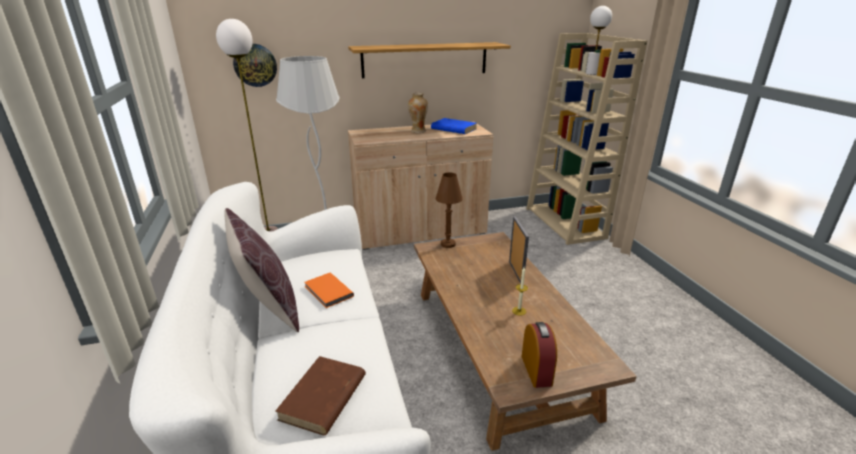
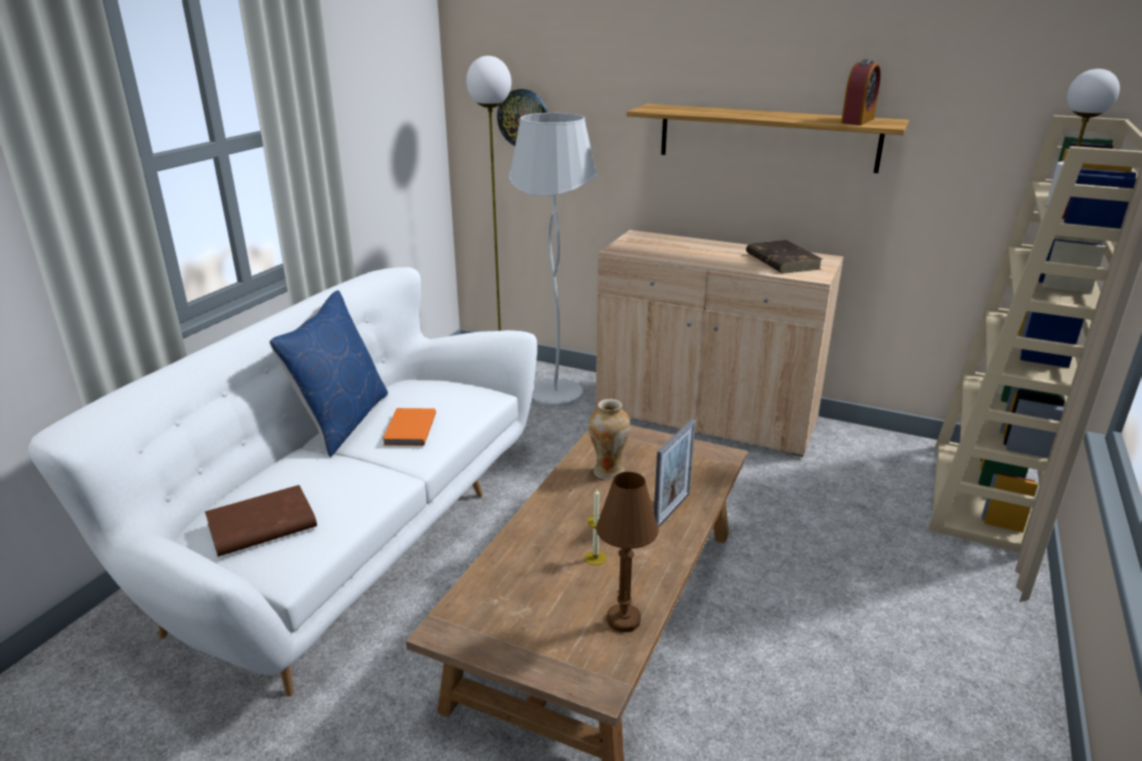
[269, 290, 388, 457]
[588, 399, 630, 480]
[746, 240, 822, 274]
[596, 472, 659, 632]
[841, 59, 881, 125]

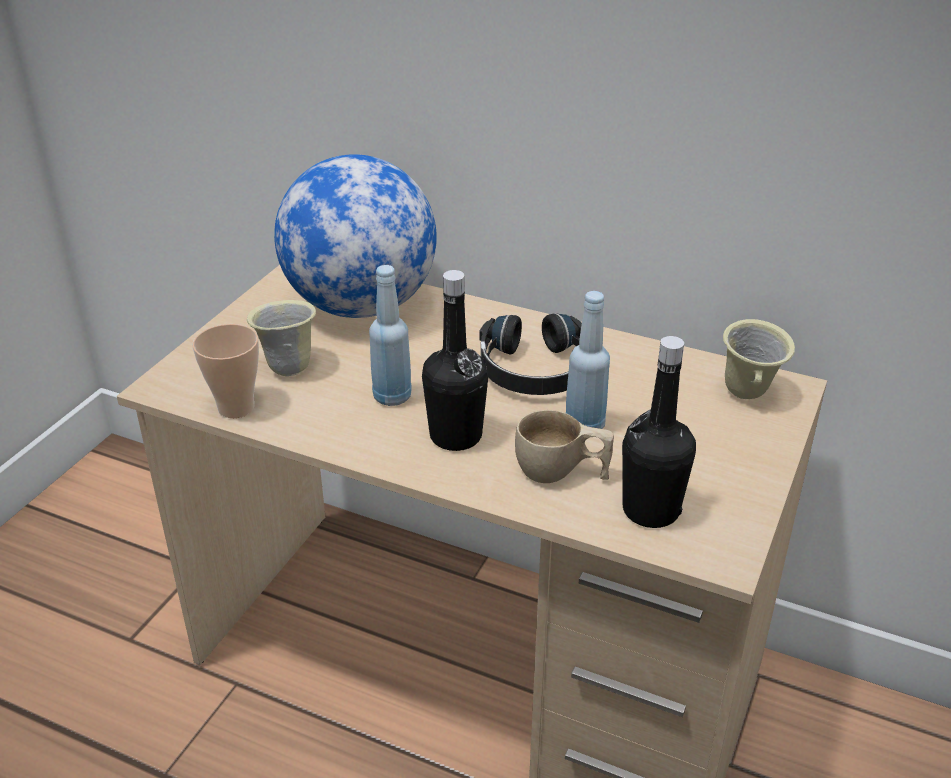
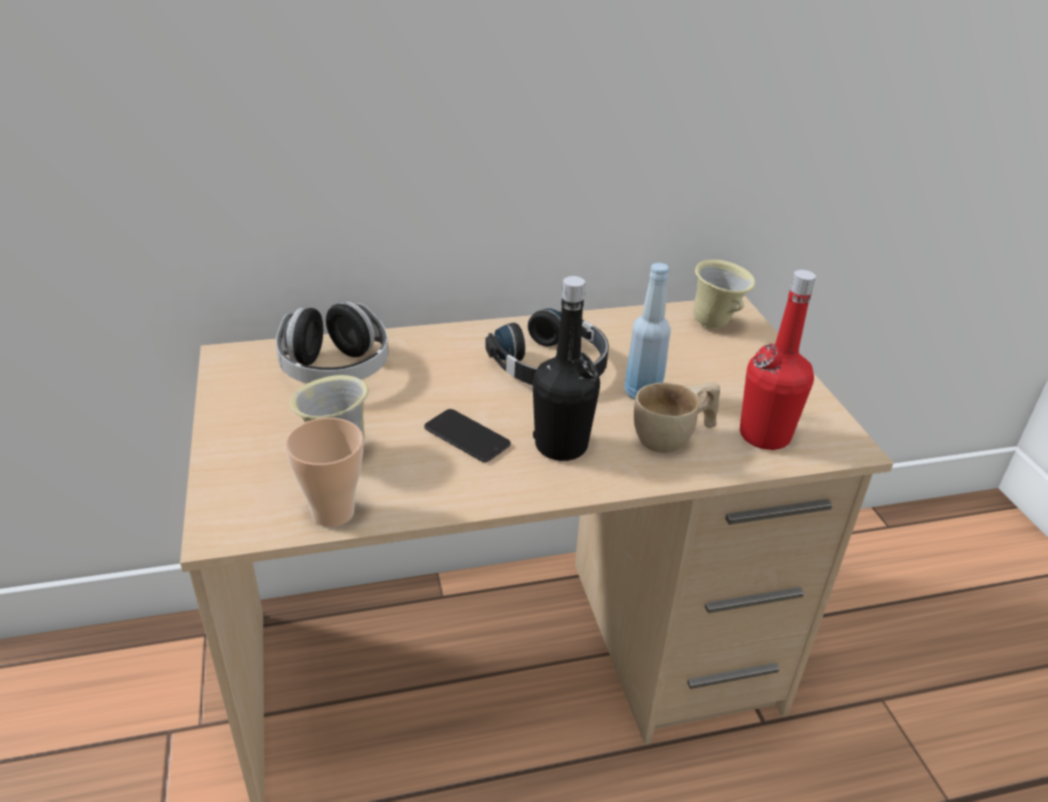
[276, 301, 389, 383]
[424, 409, 511, 462]
[740, 270, 816, 450]

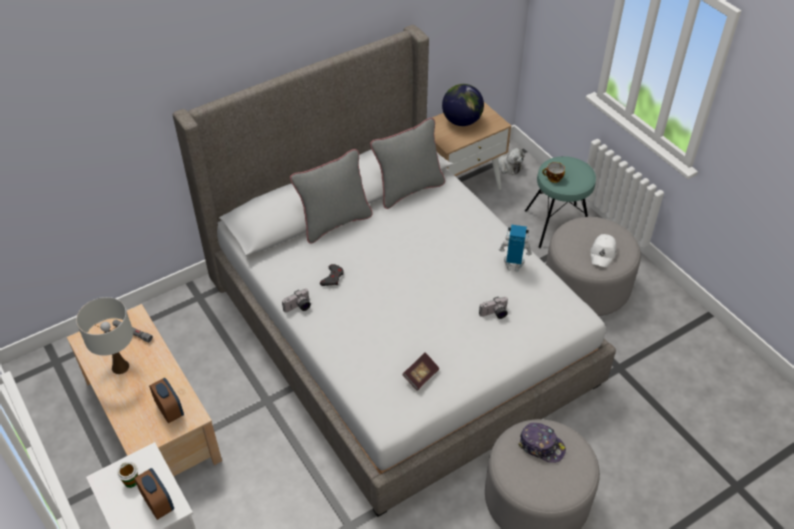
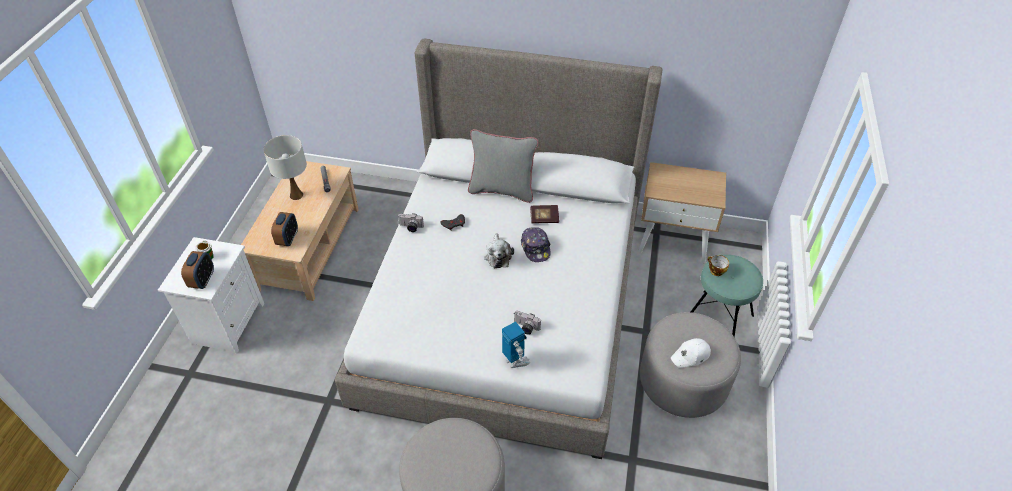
[370, 118, 445, 209] (first image)
[530, 205, 559, 224]
[442, 84, 484, 126] (first image)
[484, 233, 514, 268]
[502, 321, 530, 368]
[521, 227, 551, 262]

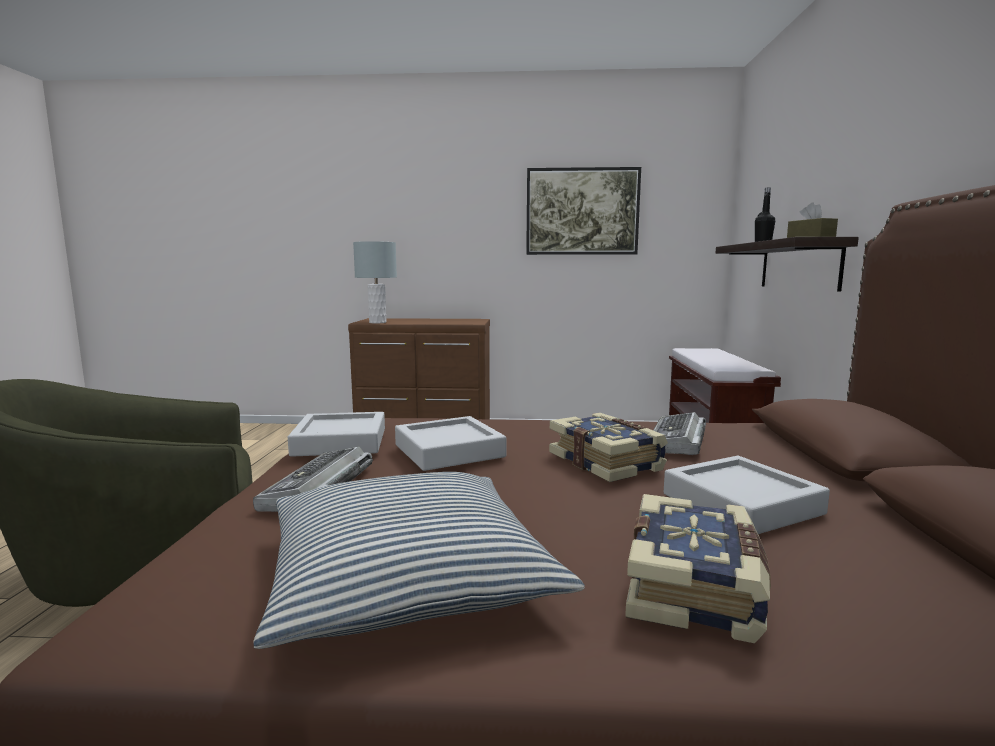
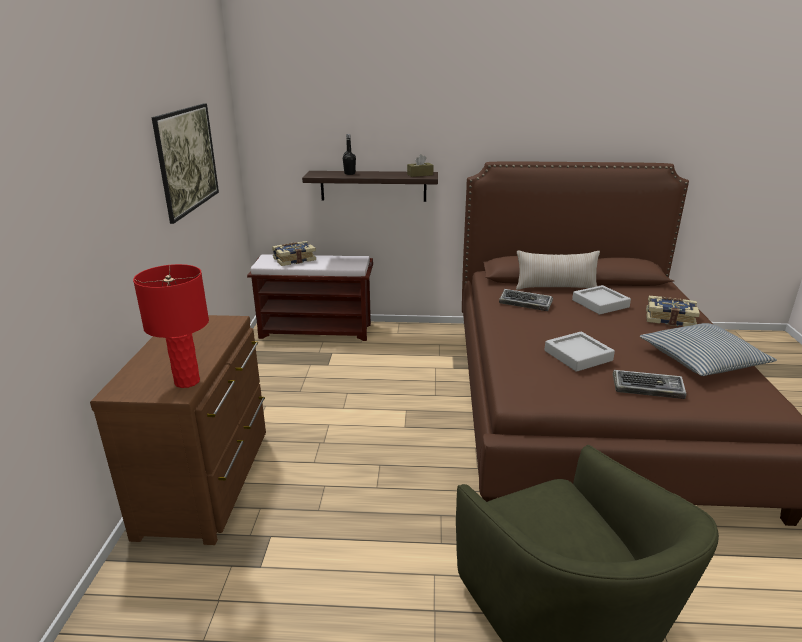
[288, 412, 385, 457] (first image)
[133, 264, 209, 388]
[272, 241, 316, 266]
[516, 250, 600, 290]

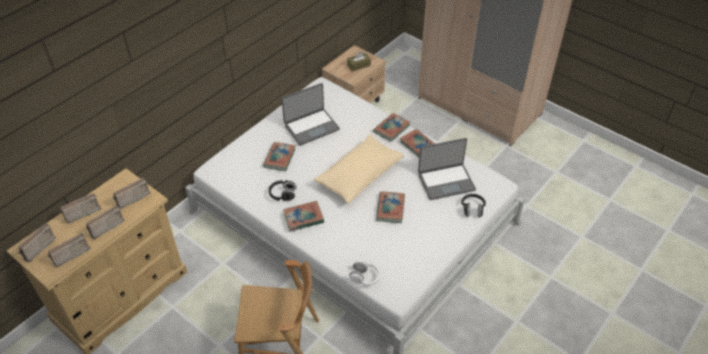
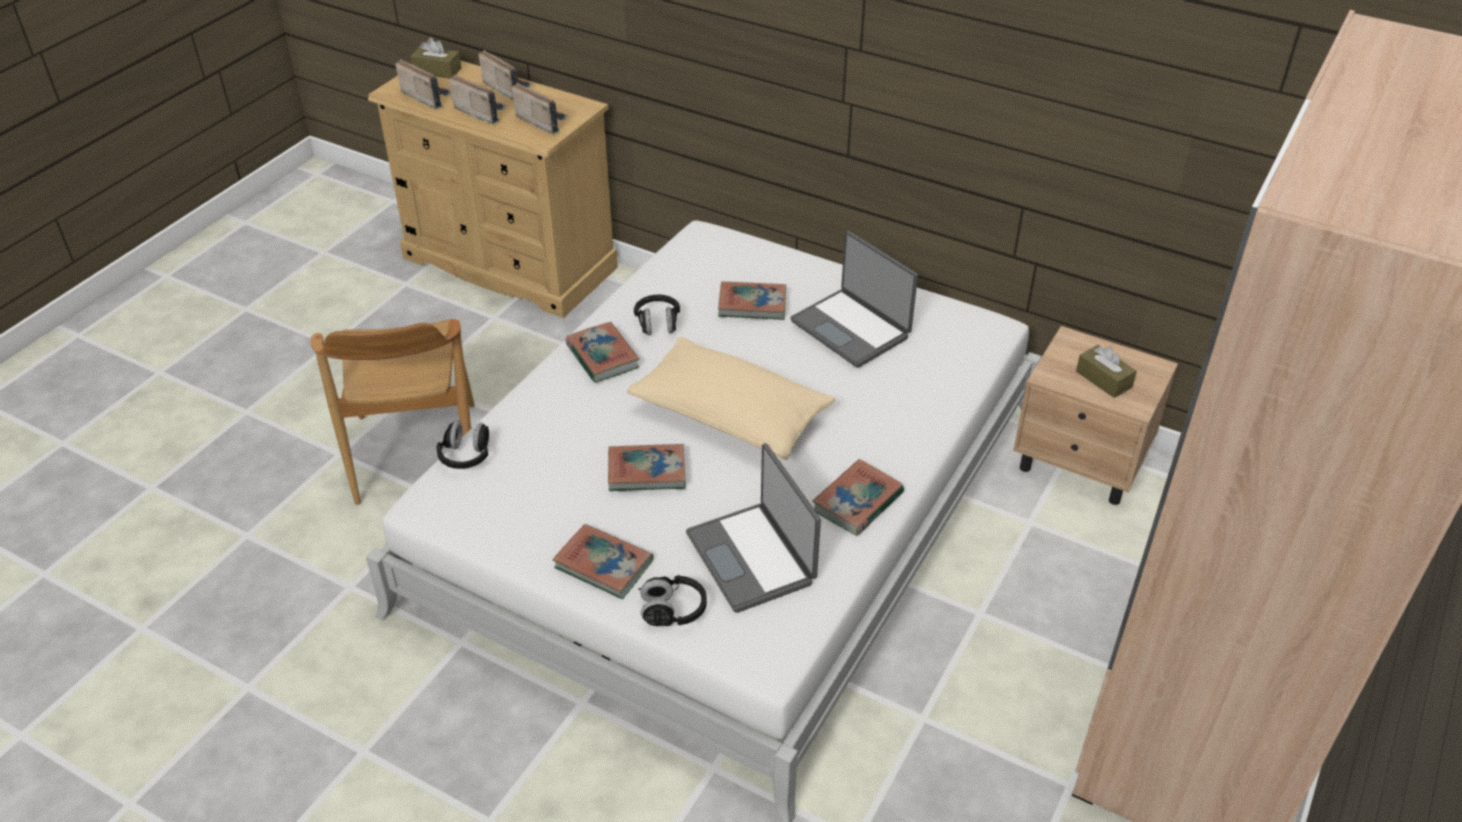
[410, 38, 461, 79]
[436, 420, 489, 469]
[552, 524, 654, 599]

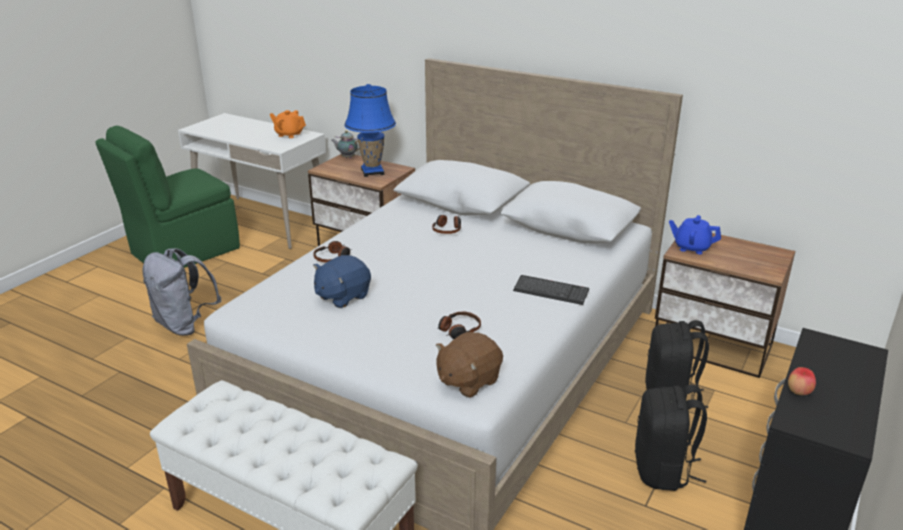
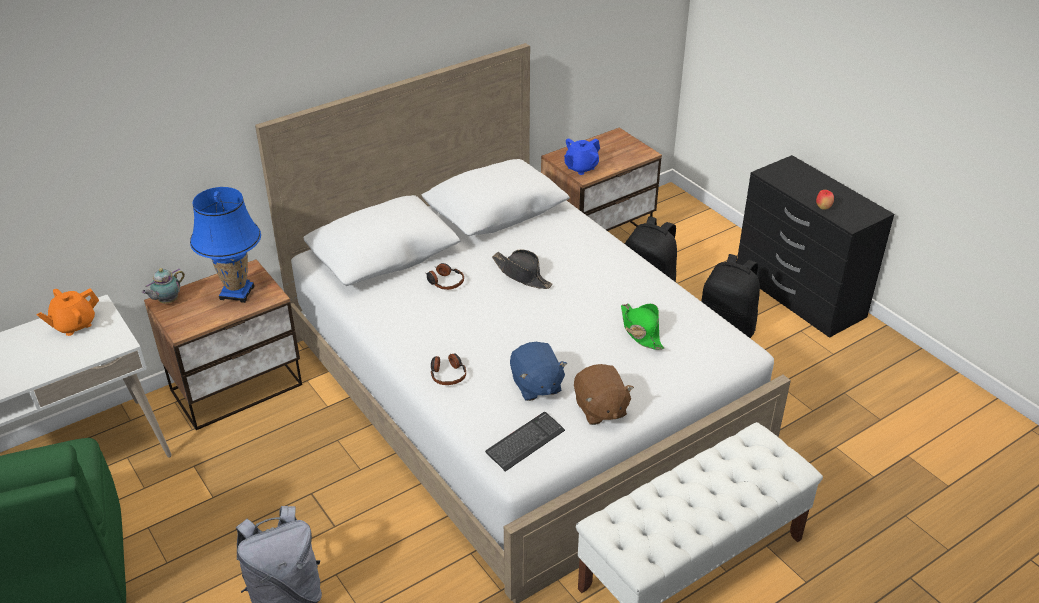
[574, 364, 634, 425]
[621, 304, 665, 350]
[485, 412, 565, 471]
[492, 249, 552, 289]

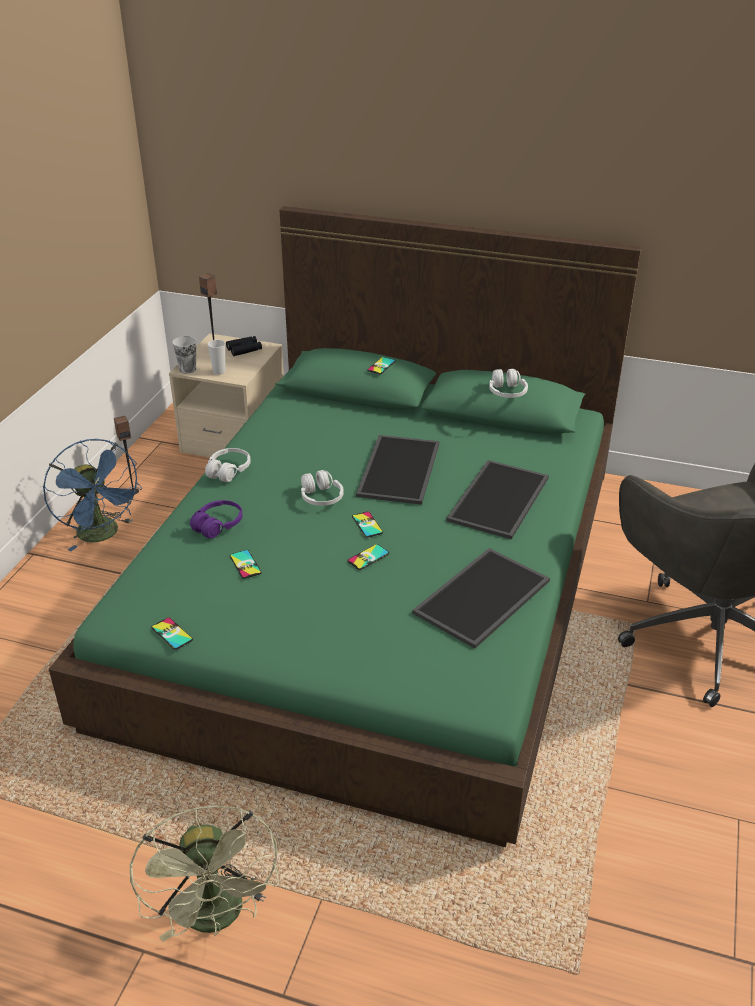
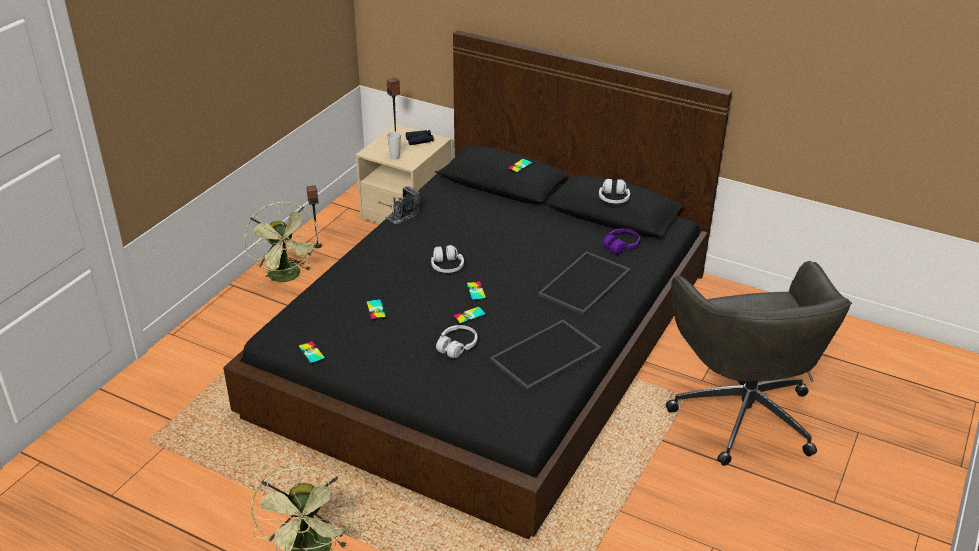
[244, 202, 320, 287]
[223, 30, 732, 539]
[173, 336, 196, 374] (first image)
[602, 229, 640, 254]
[436, 325, 477, 358]
[356, 435, 439, 505] (first image)
[386, 186, 420, 225]

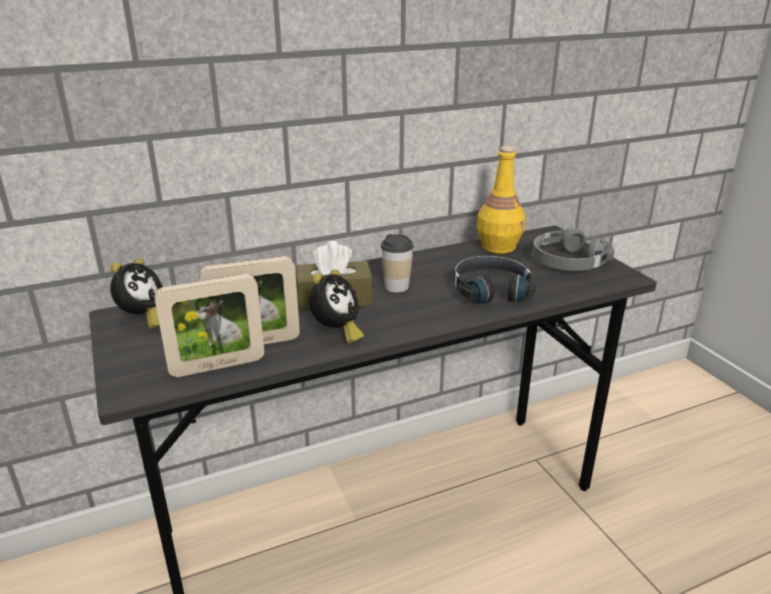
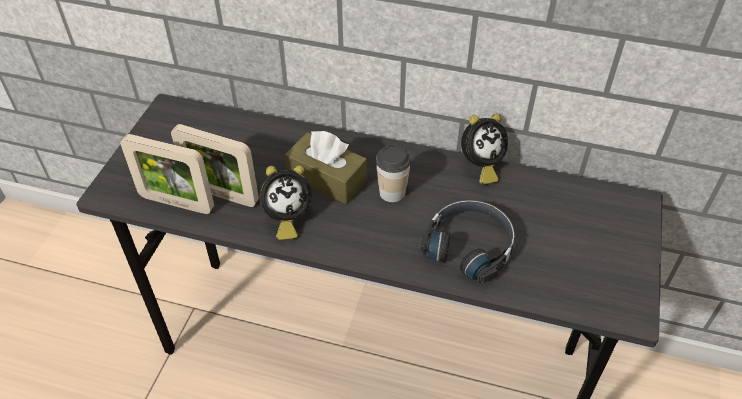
[461, 114, 508, 184]
[477, 146, 525, 254] (first image)
[532, 228, 615, 271] (first image)

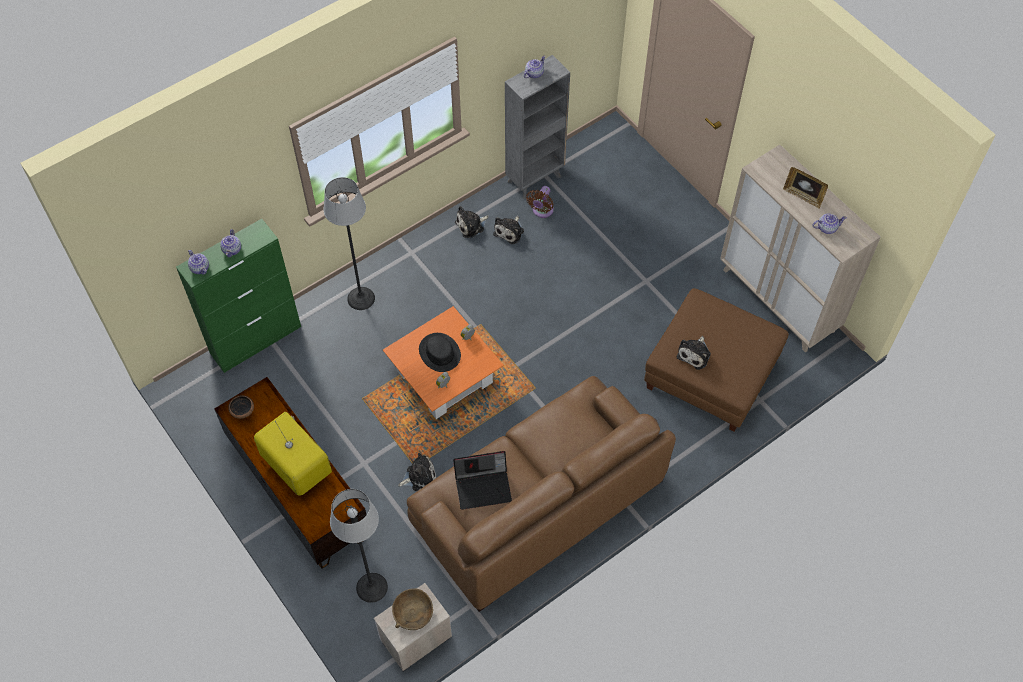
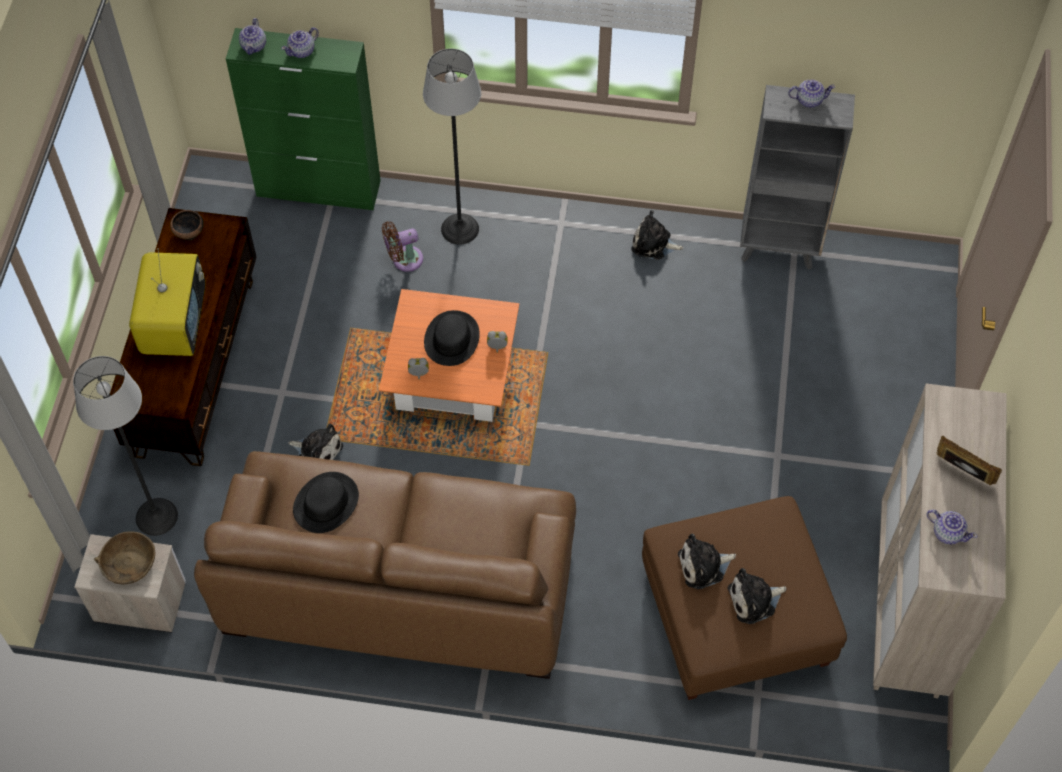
[293, 472, 359, 533]
[727, 568, 787, 624]
[382, 221, 423, 272]
[936, 436, 1002, 485]

